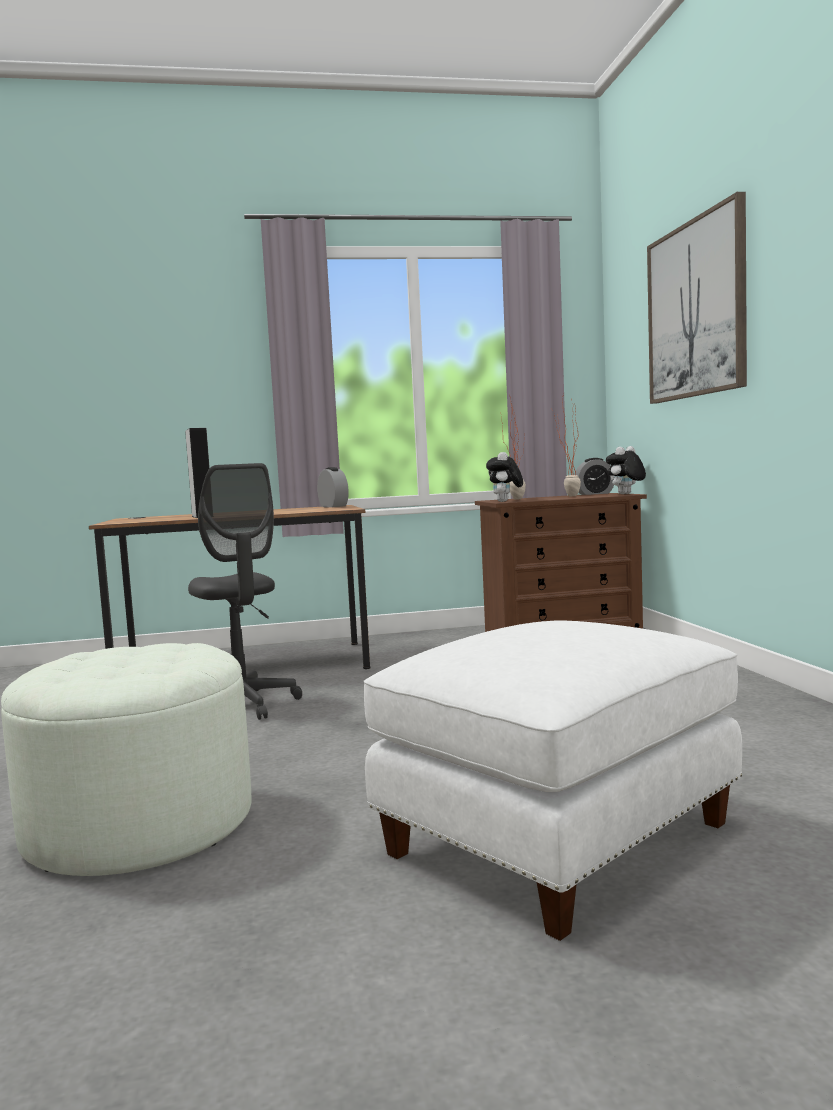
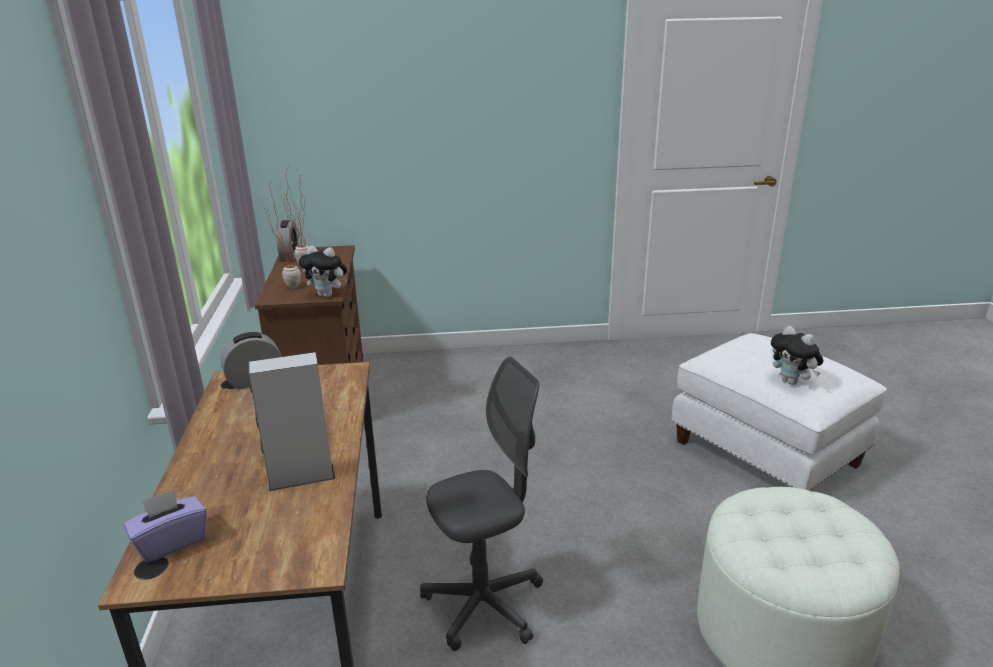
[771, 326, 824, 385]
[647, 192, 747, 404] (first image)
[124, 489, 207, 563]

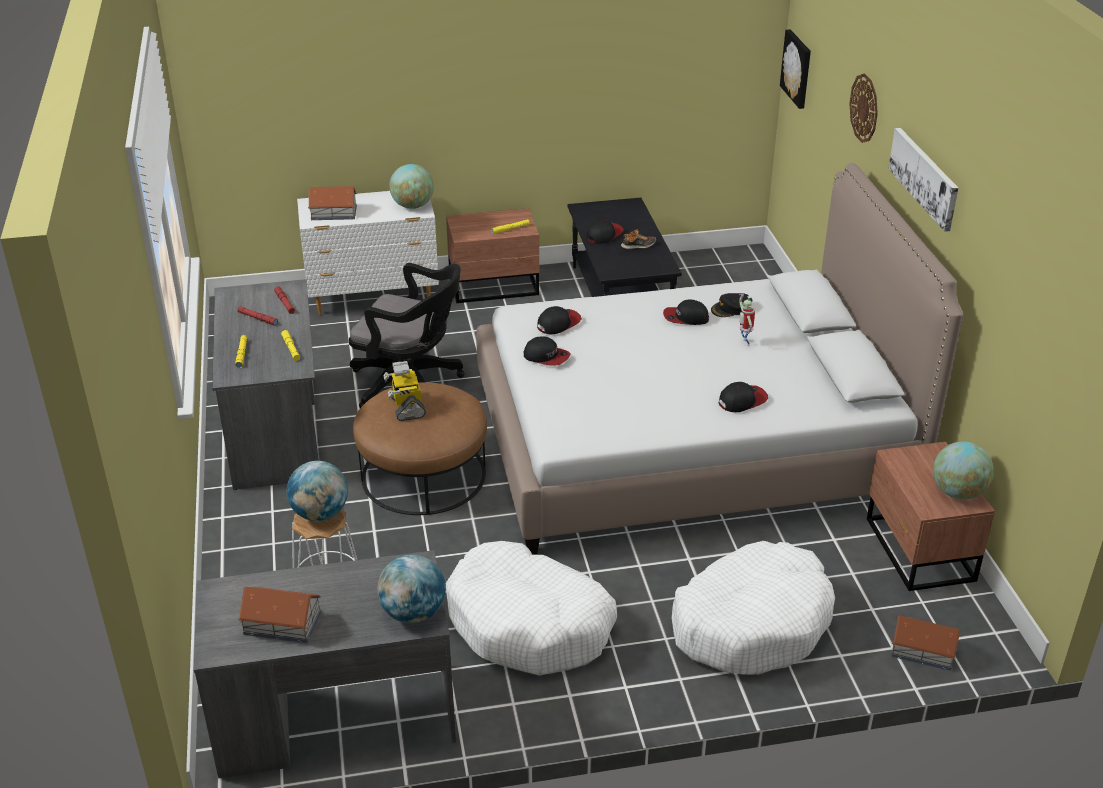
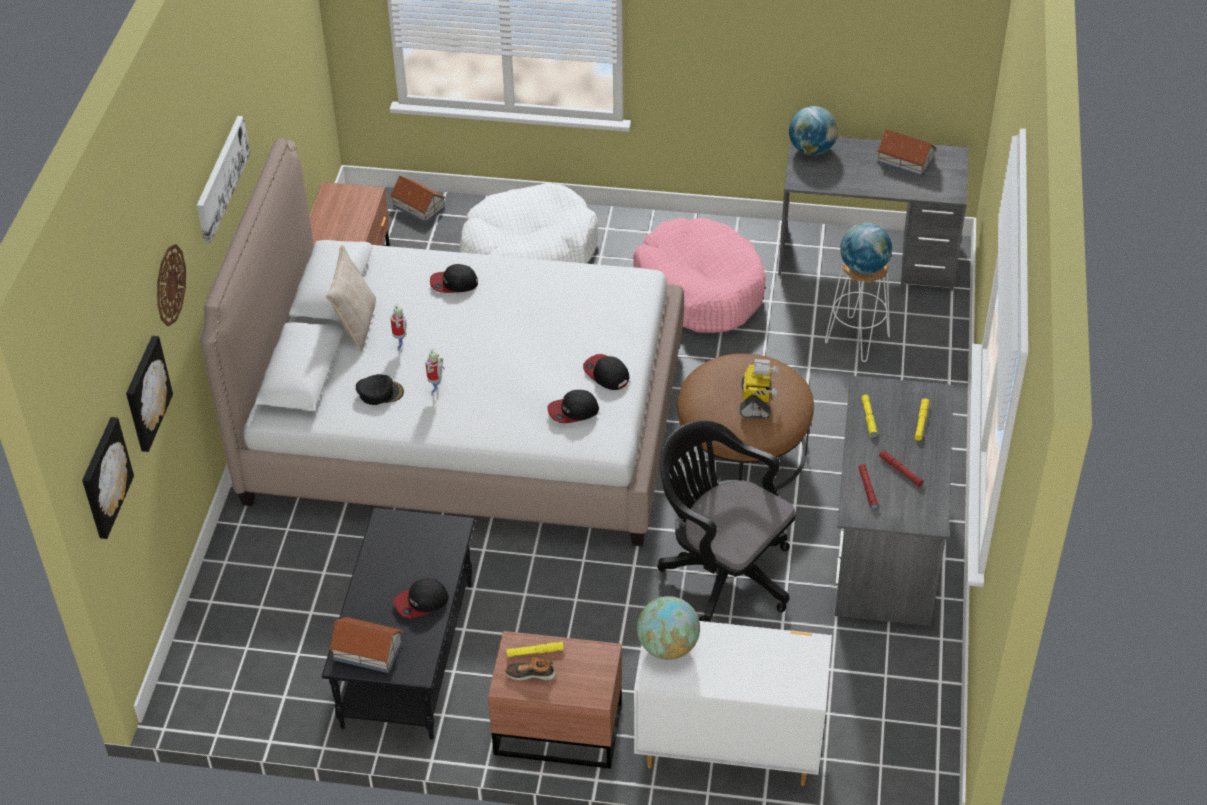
[329, 617, 403, 673]
[633, 218, 766, 333]
[505, 657, 556, 681]
[426, 348, 445, 396]
[933, 441, 994, 499] (first image)
[126, 336, 173, 452]
[326, 245, 376, 351]

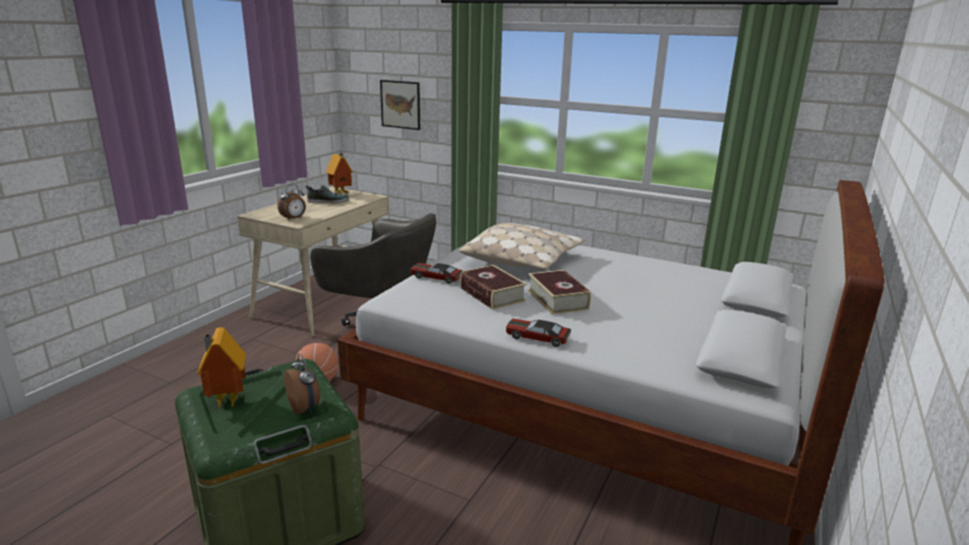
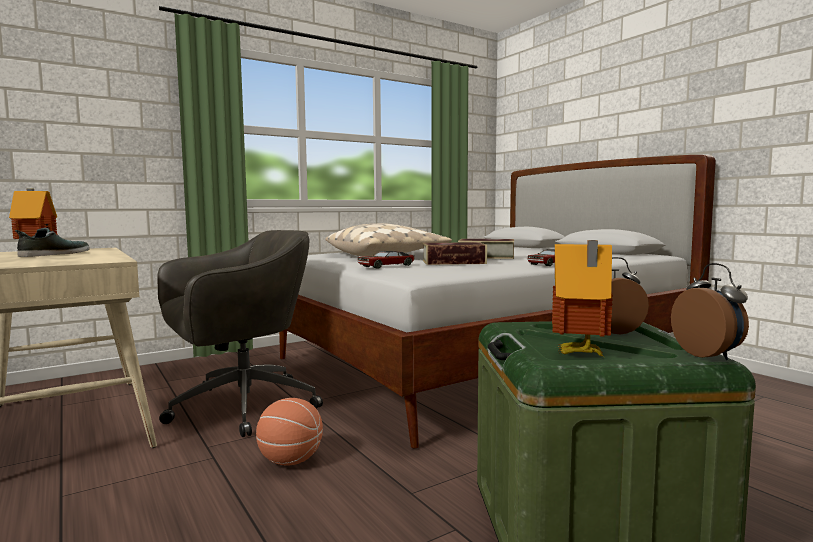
[671, 263, 749, 360]
[380, 80, 420, 130] (first image)

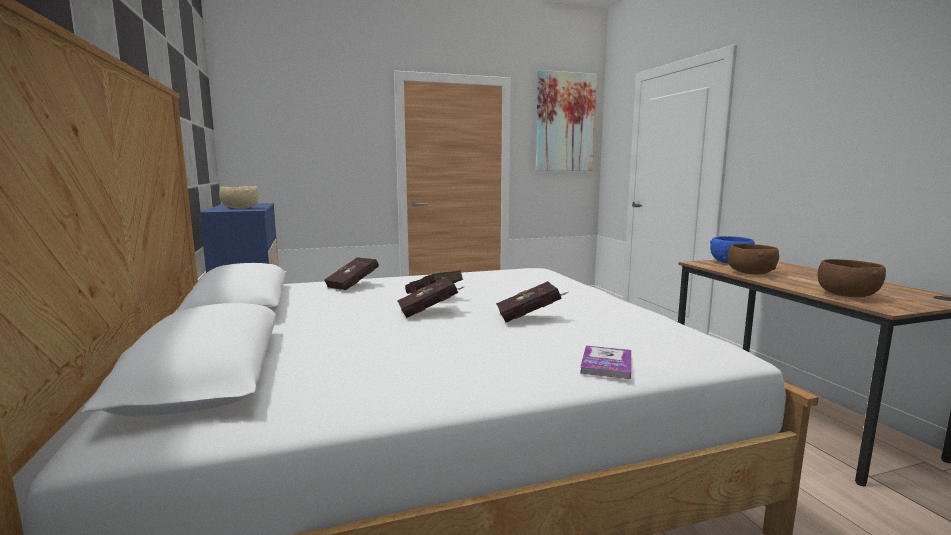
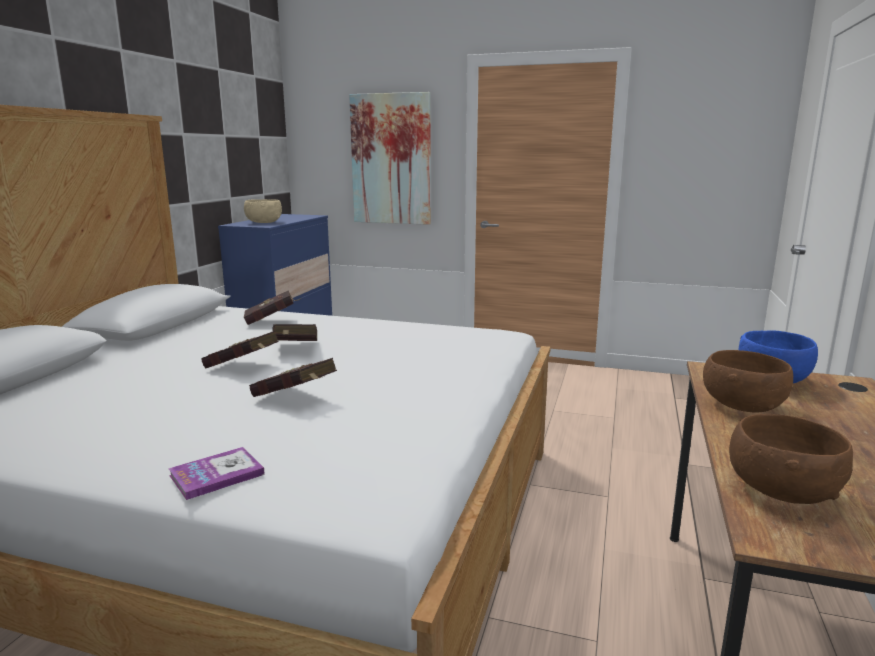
[349, 92, 431, 225]

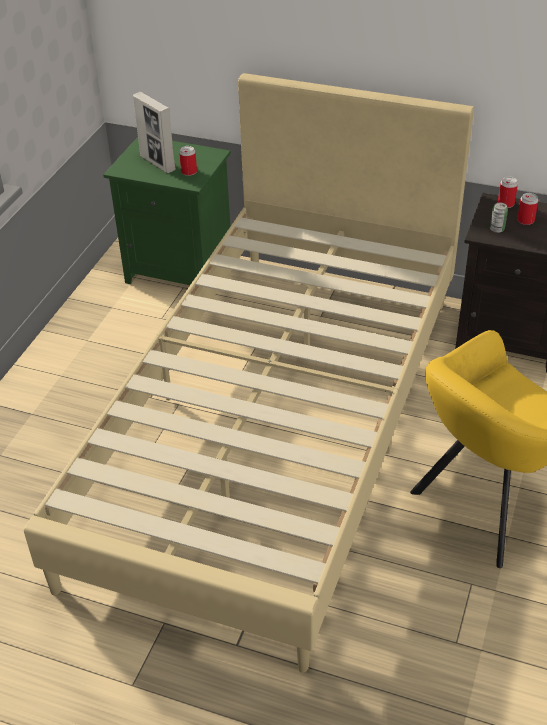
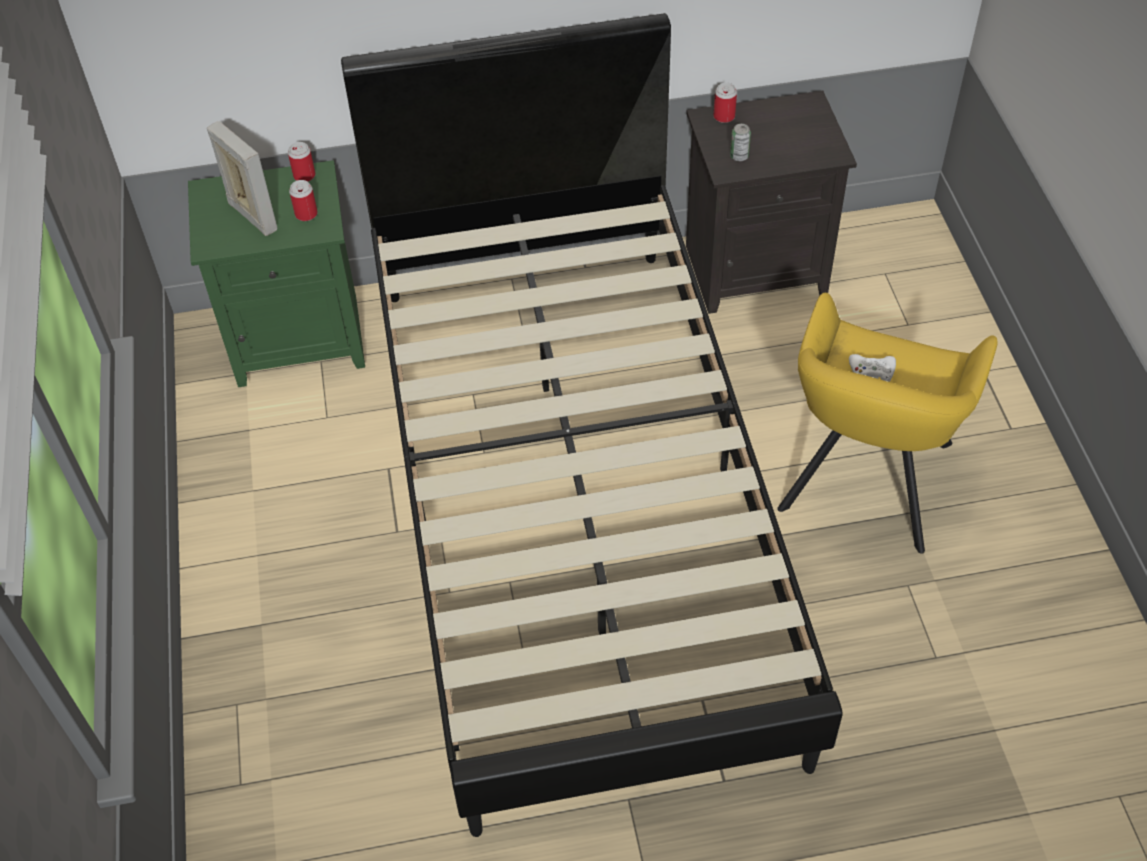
[341, 13, 842, 837]
[207, 121, 277, 236]
[288, 142, 316, 182]
[849, 354, 896, 382]

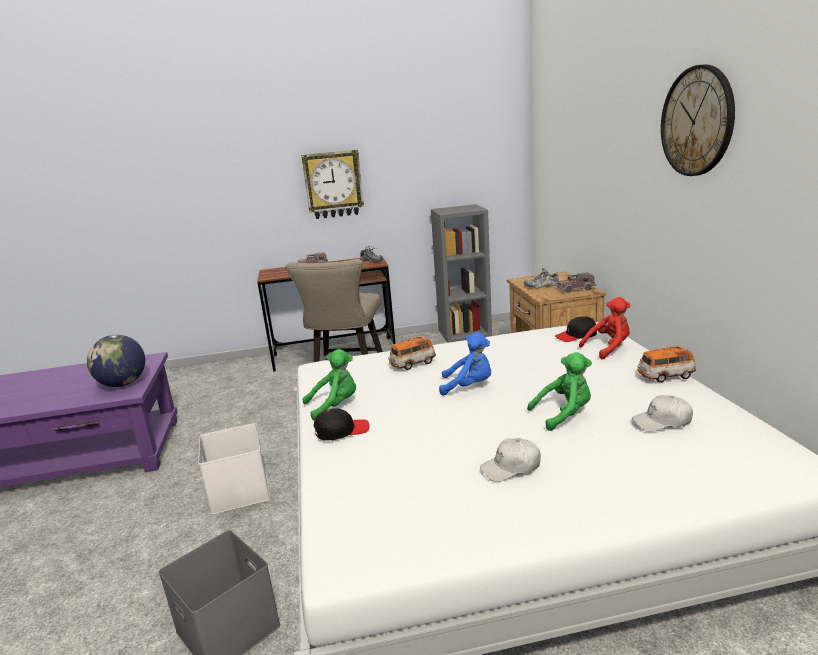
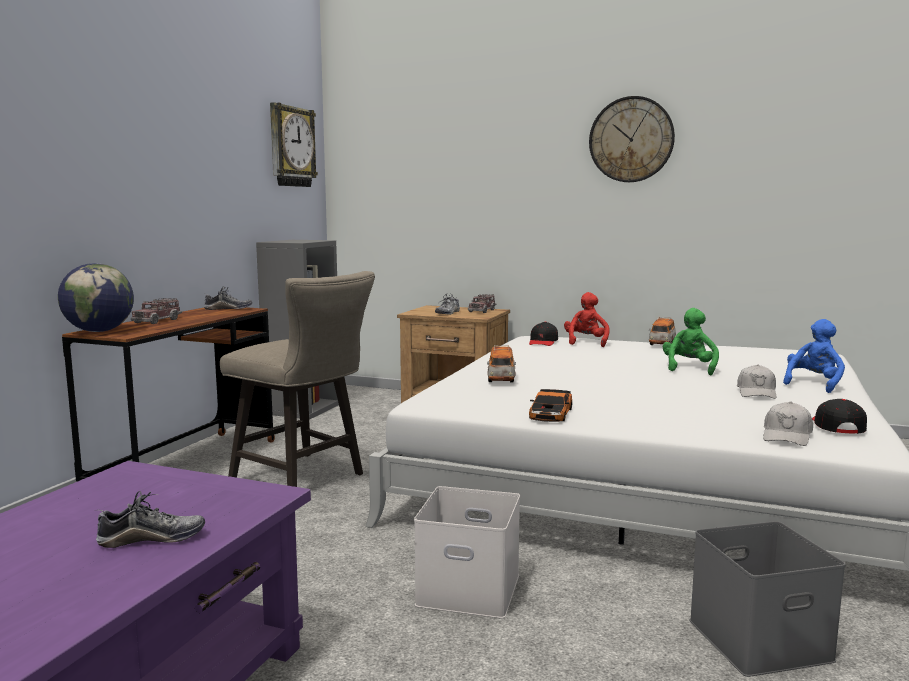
[58, 263, 134, 332]
[270, 102, 318, 187]
[529, 389, 572, 422]
[812, 399, 867, 434]
[783, 319, 845, 393]
[763, 402, 813, 446]
[94, 491, 205, 548]

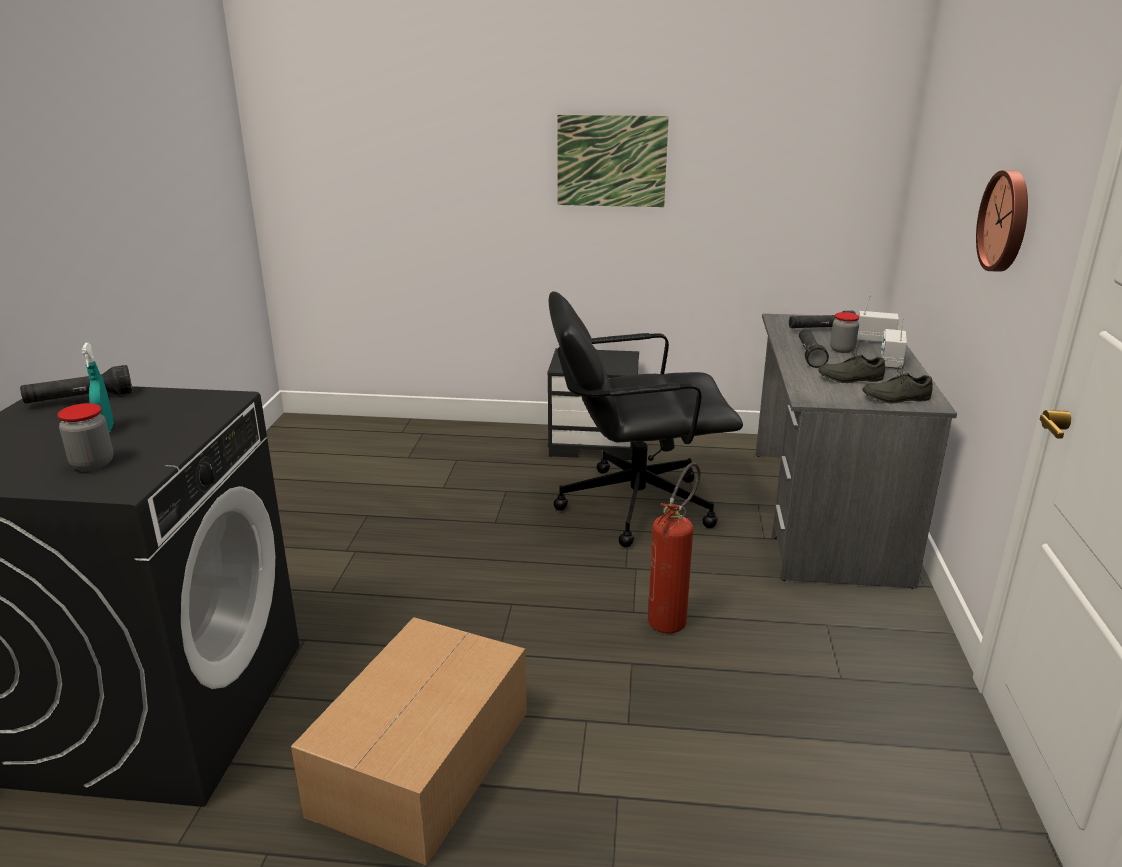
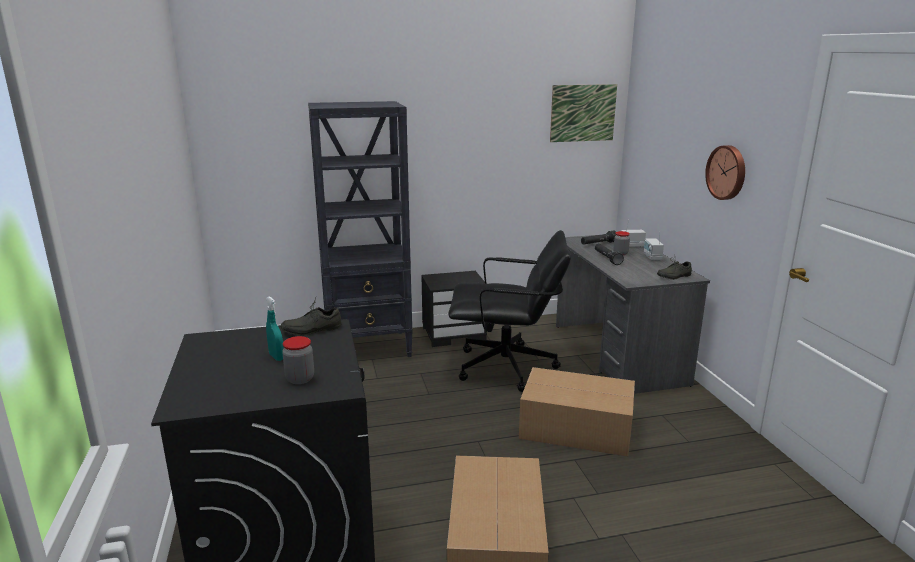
[20, 365, 133, 404] (first image)
[448, 230, 571, 392]
[550, 84, 617, 142]
[519, 367, 635, 456]
[281, 298, 341, 336]
[308, 101, 413, 357]

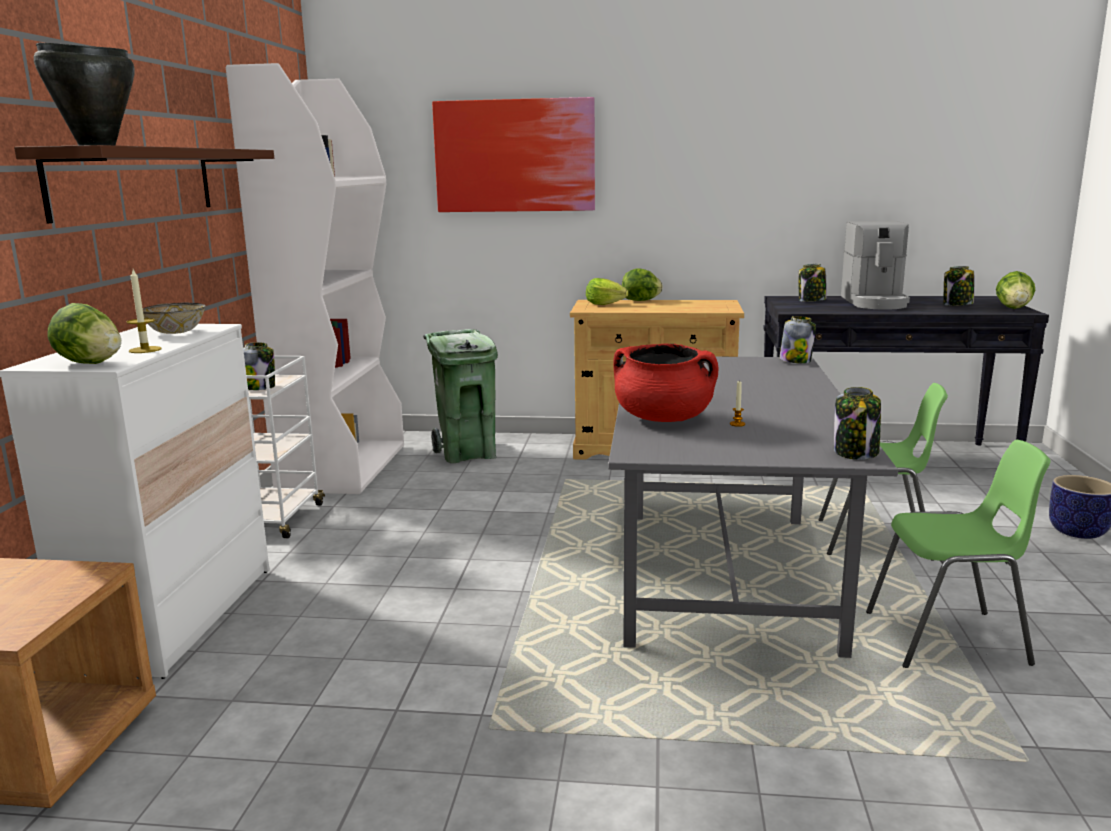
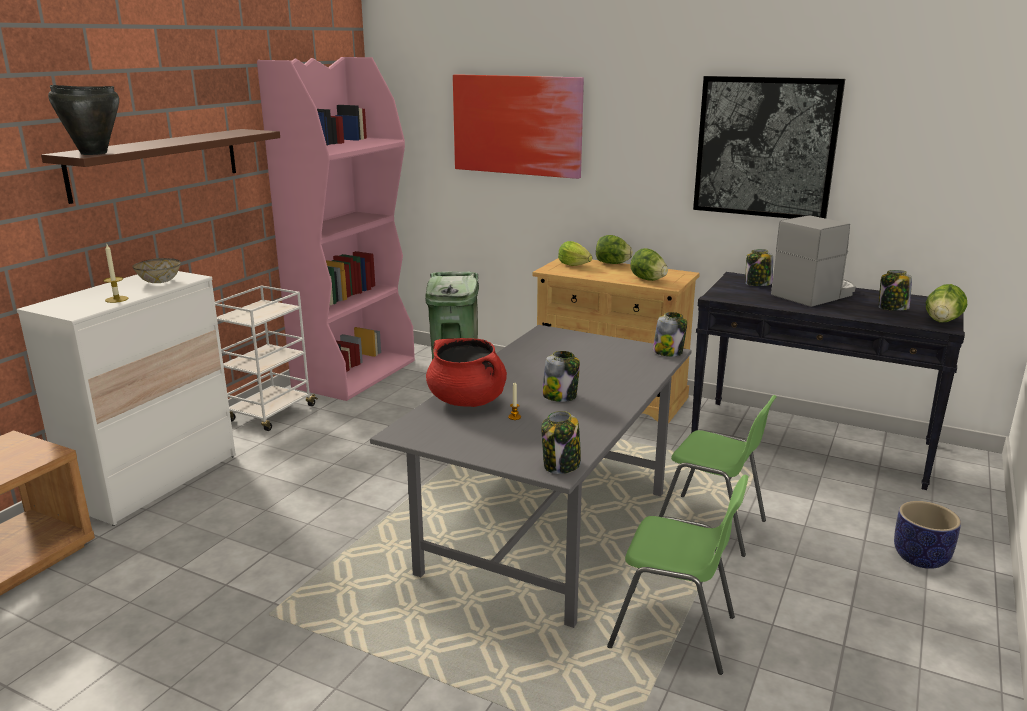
[630, 248, 668, 281]
[257, 57, 415, 401]
[542, 351, 580, 402]
[771, 216, 856, 307]
[693, 76, 845, 219]

